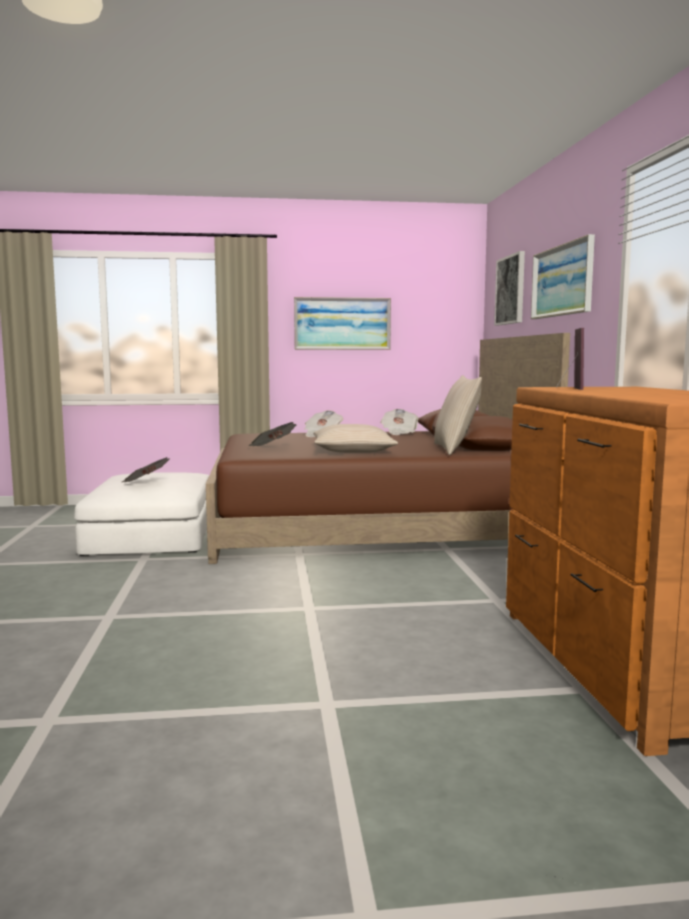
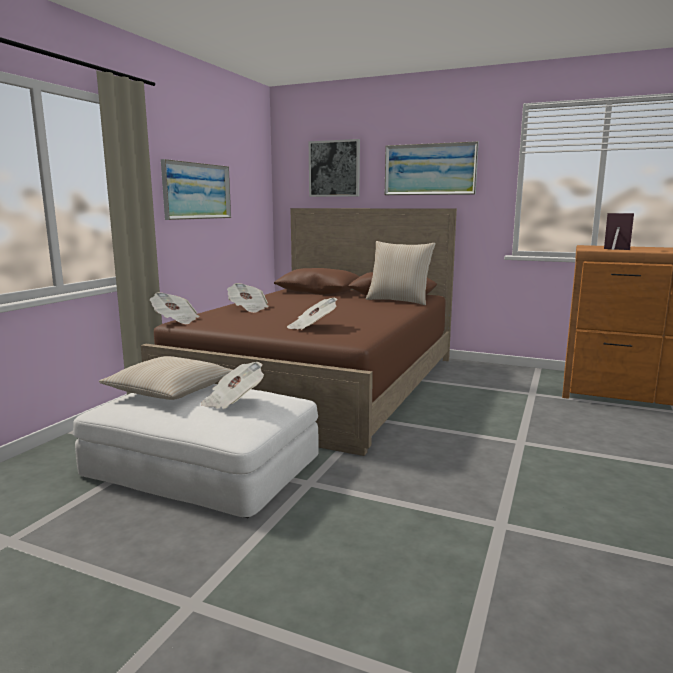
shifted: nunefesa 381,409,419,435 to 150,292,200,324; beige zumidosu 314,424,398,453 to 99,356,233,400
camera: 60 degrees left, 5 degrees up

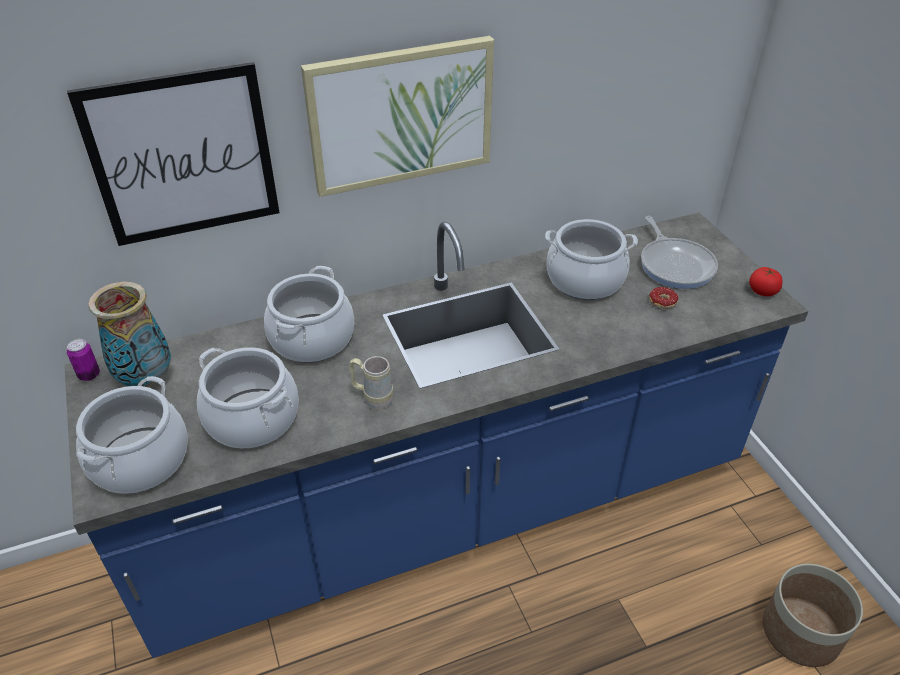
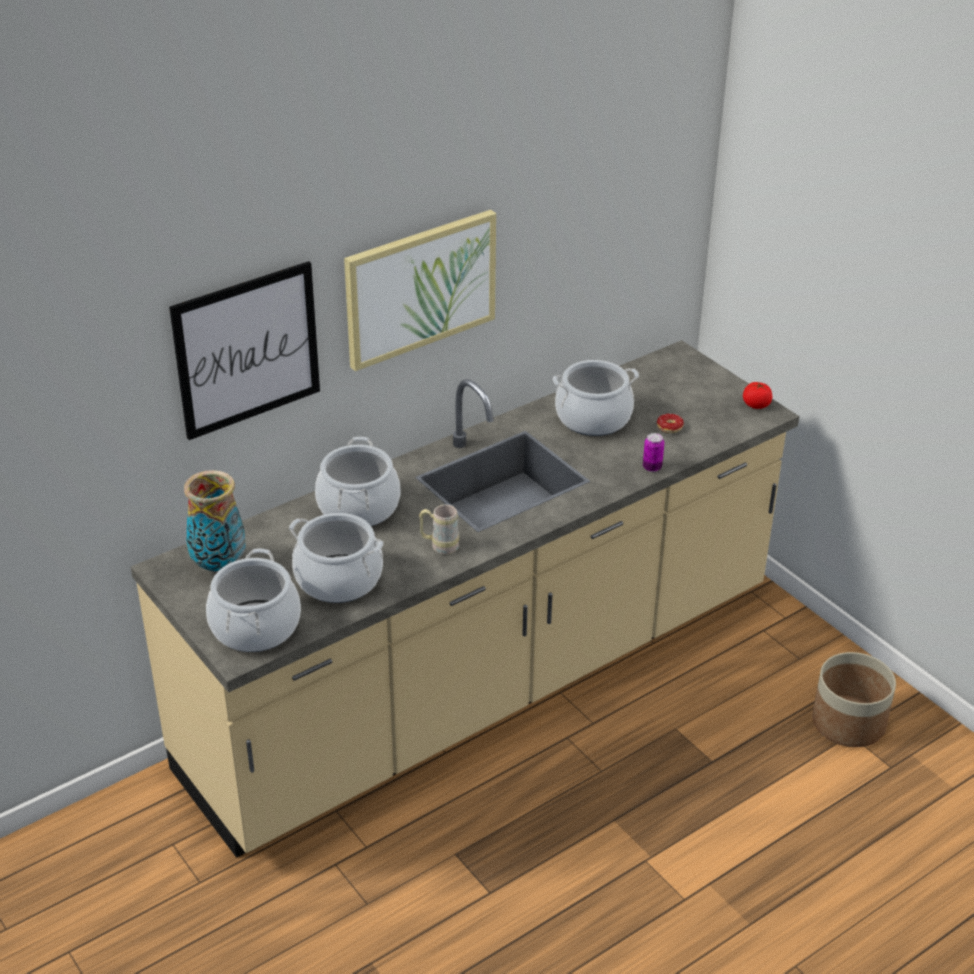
gone: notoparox 641,216,718,289
shifted: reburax 67,339,100,381 to 643,433,664,472
repainted: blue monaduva 64,213,808,658 to beige monaduva 131,340,799,858
camera: 15 degrees left, 5 degrees down

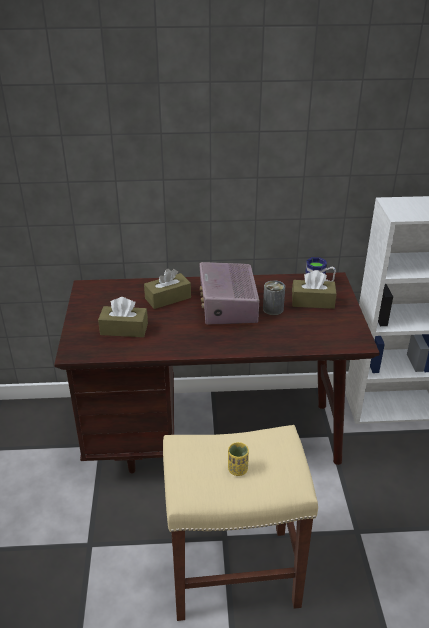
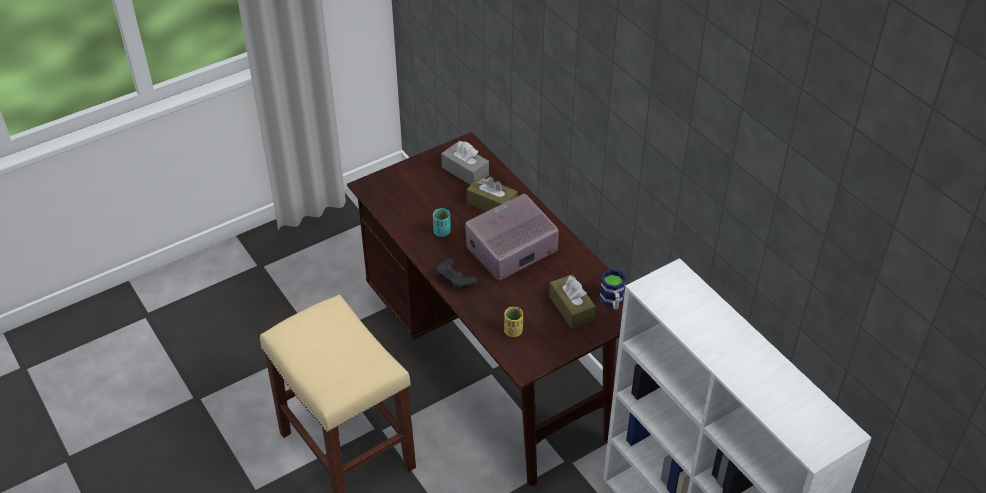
gone: reburax 263,280,285,315; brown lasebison 98,297,148,337
new: grey lasebison 441,141,489,185; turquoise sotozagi 433,208,451,237; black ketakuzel 436,259,477,290
shifted: yellow sotozagi 228,442,249,476 to 504,307,523,337
camera: 60 degrees right, 10 degrees up

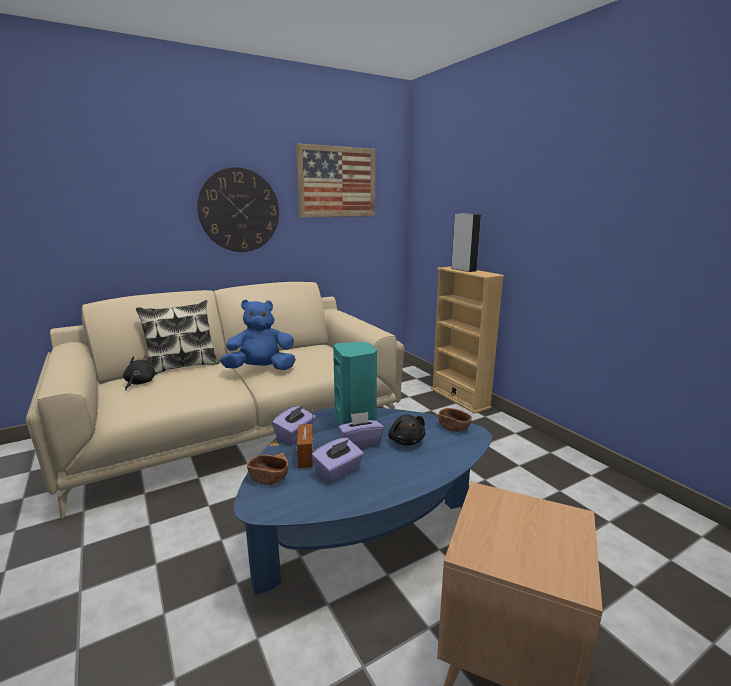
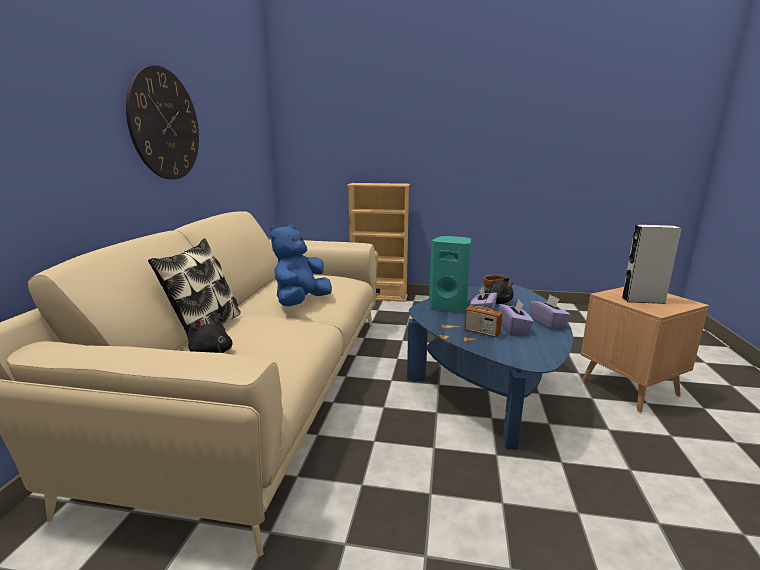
gone: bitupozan 296,143,375,218; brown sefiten 247,454,288,485
shifted: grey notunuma 451,214,481,272 to 621,225,682,304; purple lasebison 272,406,316,444 to 530,295,571,329
camera: 50 degrees left, 0 degrees up

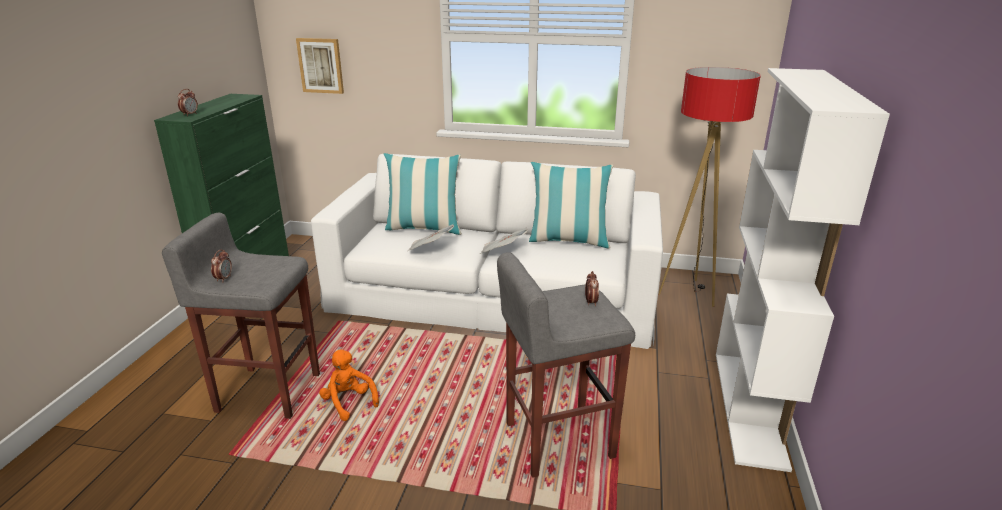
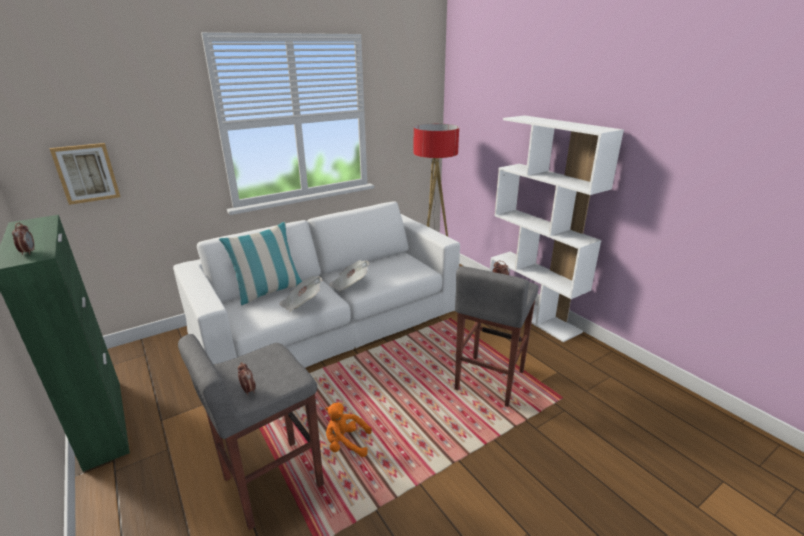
gone: zumidosu 529,162,613,248
camera: 45 degrees left, 0 degrees up

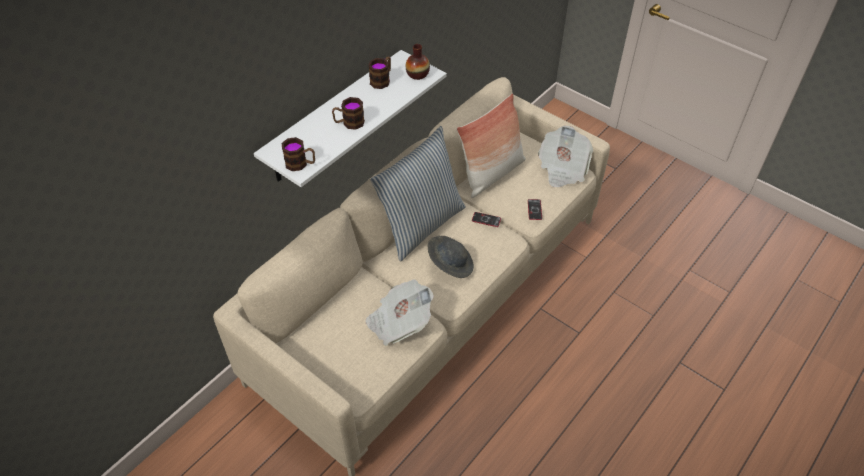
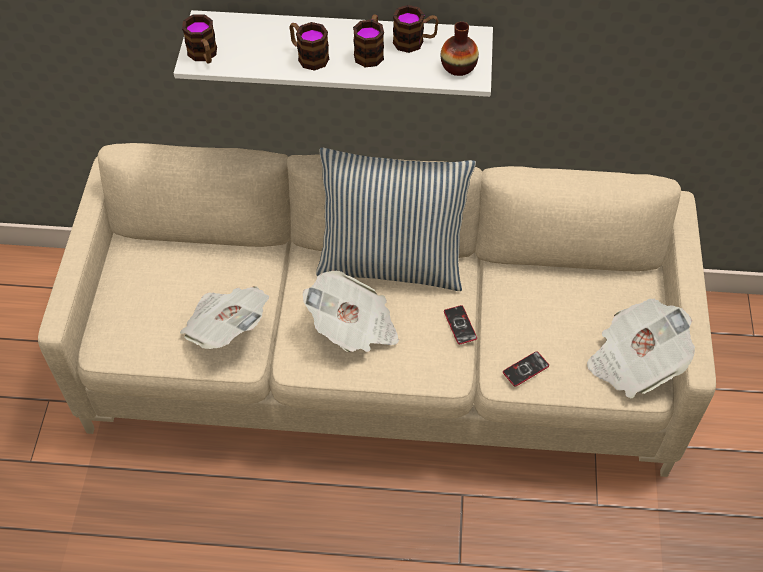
gone: zumidosu 456,94,526,198
new: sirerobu 353,14,384,67
swapped: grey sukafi 428,236,474,278 to nunefesa 303,270,399,353
camera: 55 degrees right, 5 degrees up

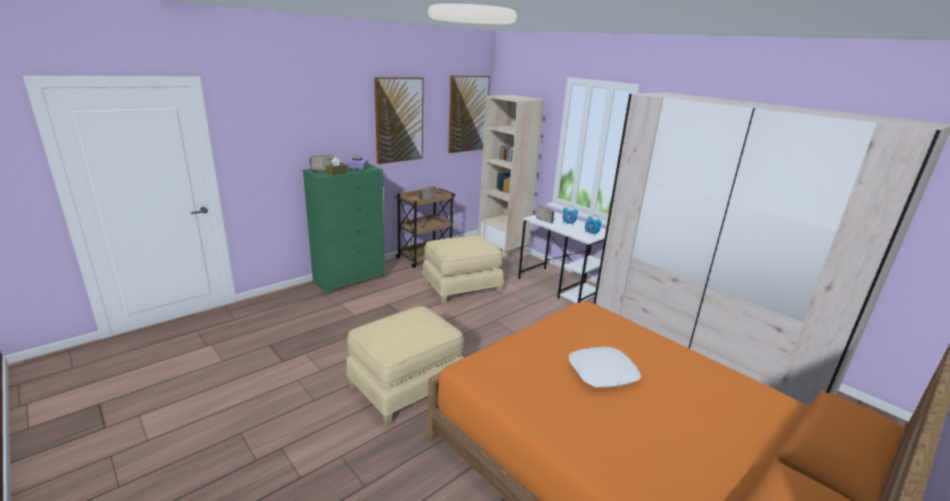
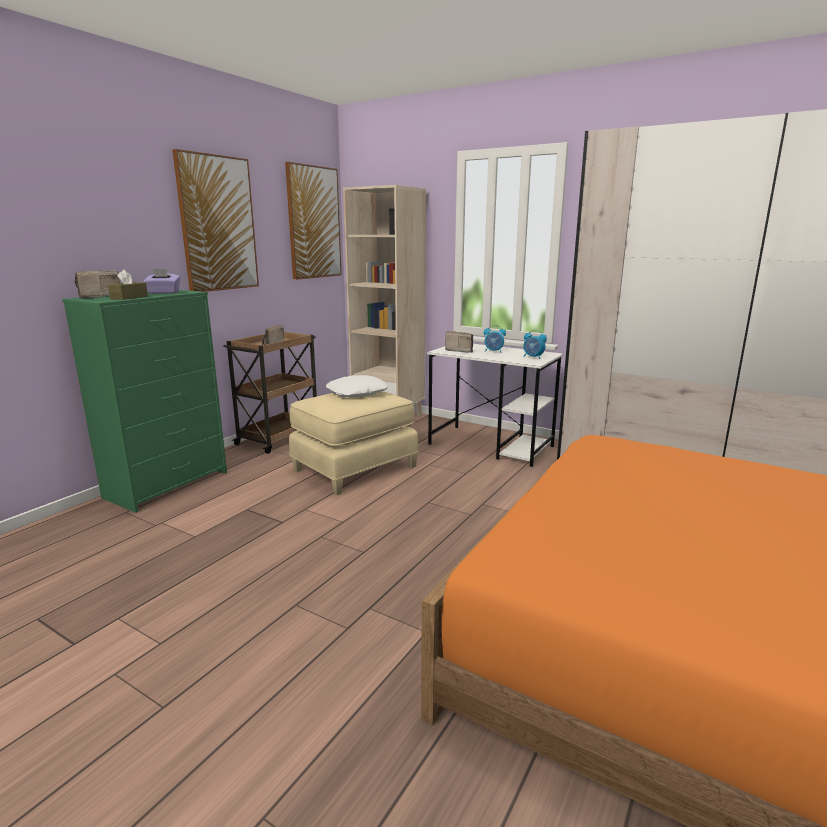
gone: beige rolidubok 346,306,464,427
shifted: white zumidosu 569,347,641,387 to 326,375,388,397
camera: 15 degrees left, 5 degrees down

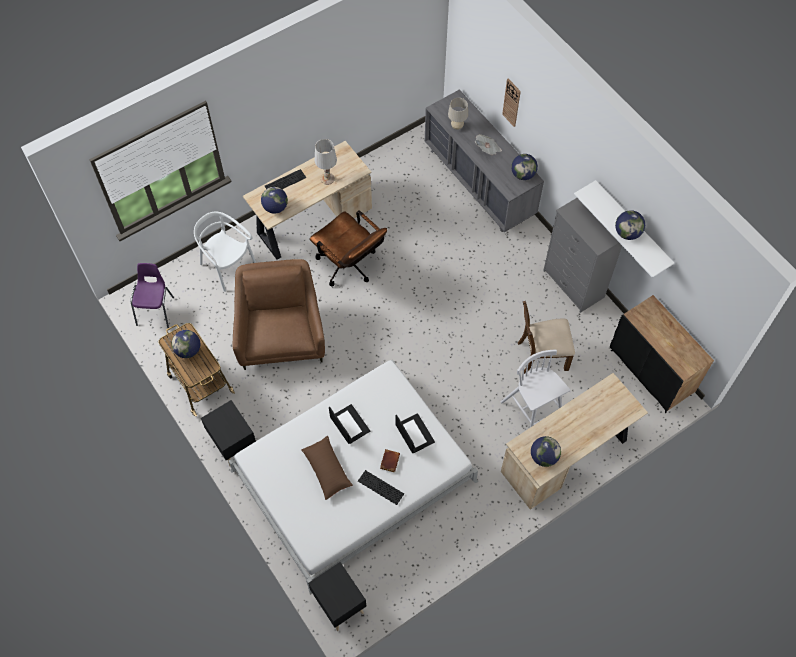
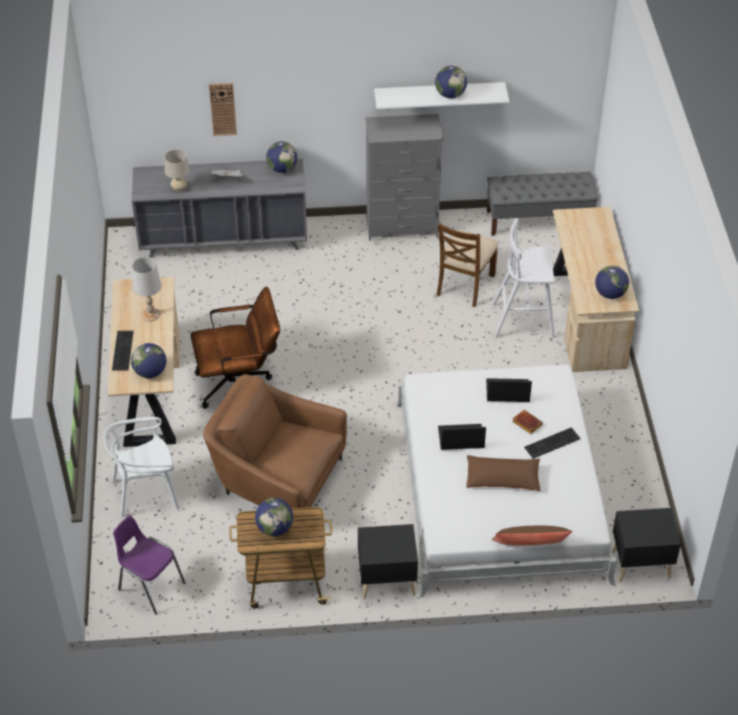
new: brown zumidosu 492,526,573,546
swapped: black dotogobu 610,295,714,413 to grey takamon 487,172,598,236
camera: 60 degrees left, 15 degrees down

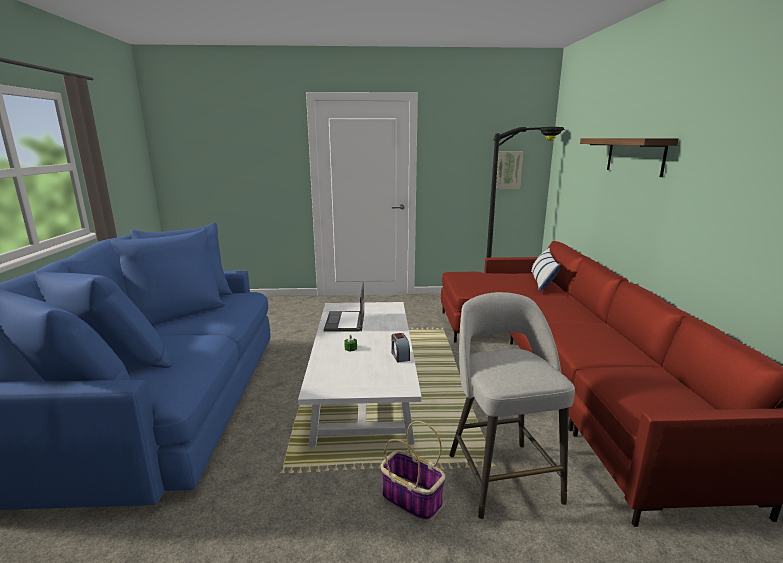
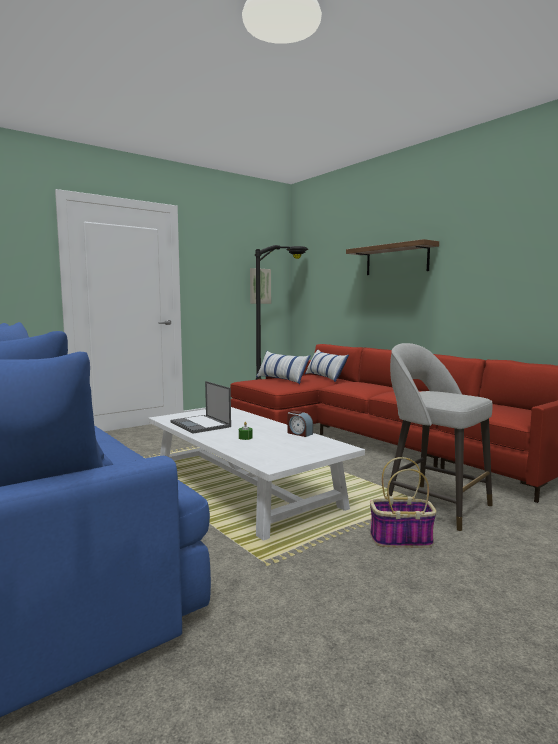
new: zumidosu 256,351,311,384
camera: 35 degrees left, 10 degrees down

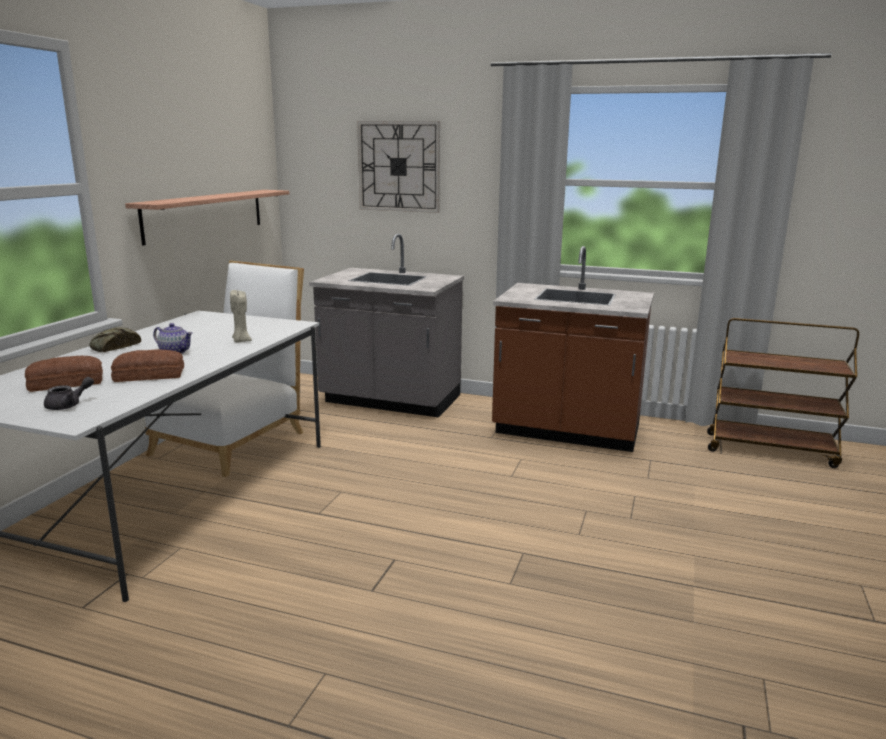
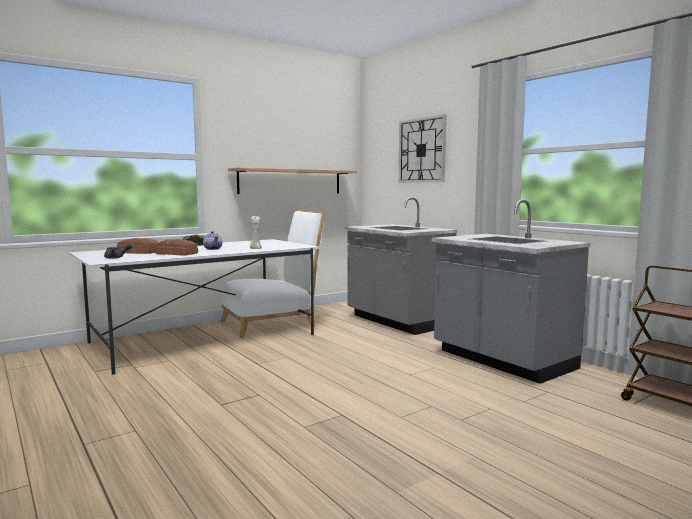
repainted: brown monaduva 492,246,654,452 to grey monaduva 432,200,591,384
camera: 35 degrees right, 10 degrees down

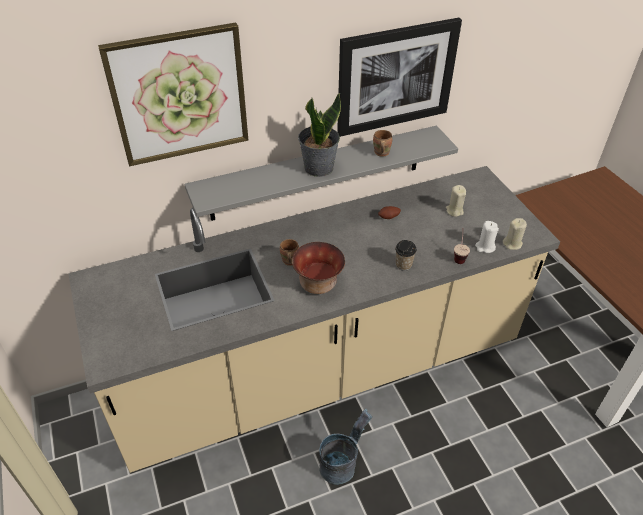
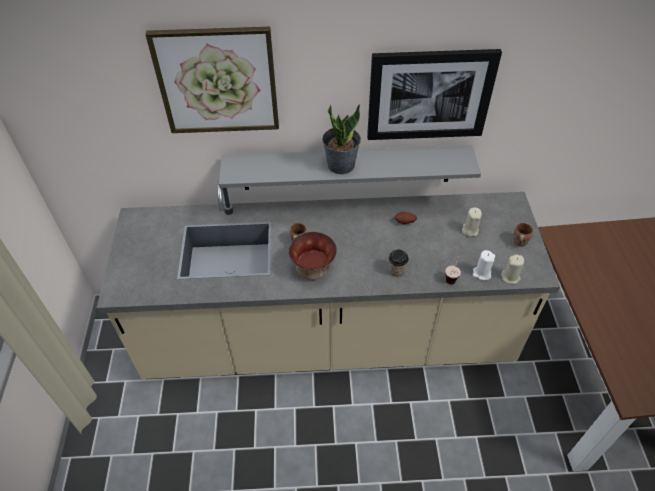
gone: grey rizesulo 319,409,372,485
shifted: brown sirerobu 373,130,392,157 to 513,223,533,247
camera: 20 degrees right, 5 degrees up

